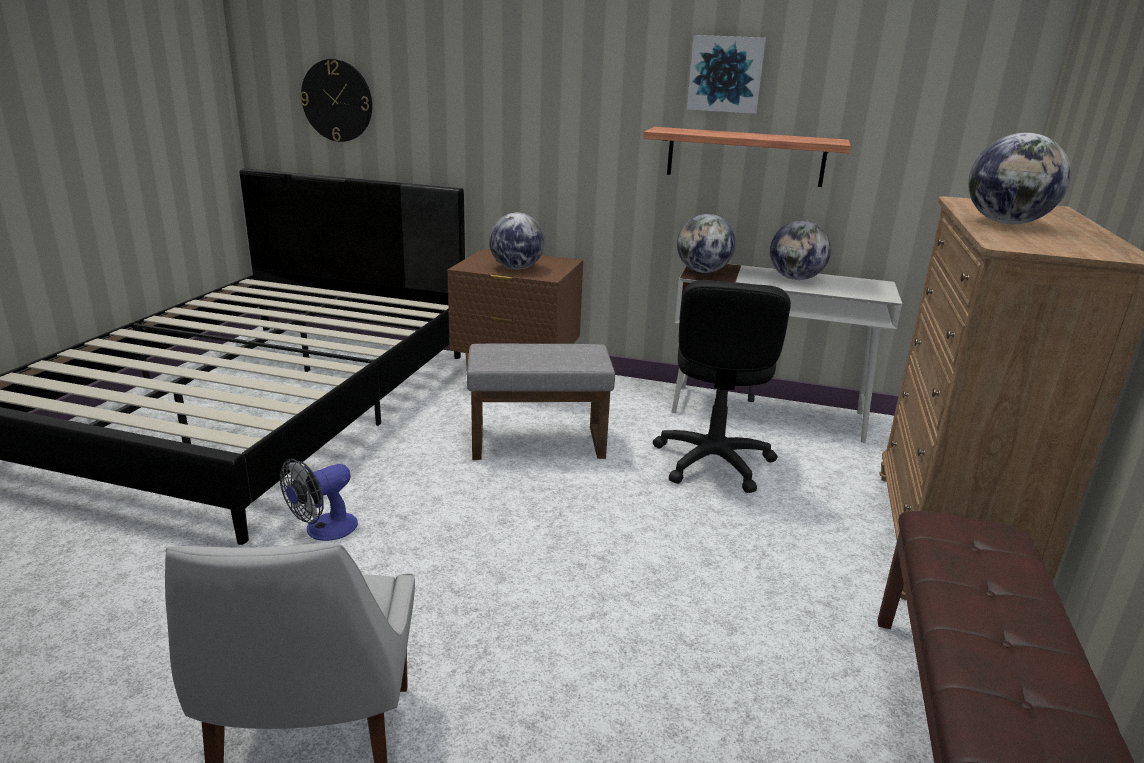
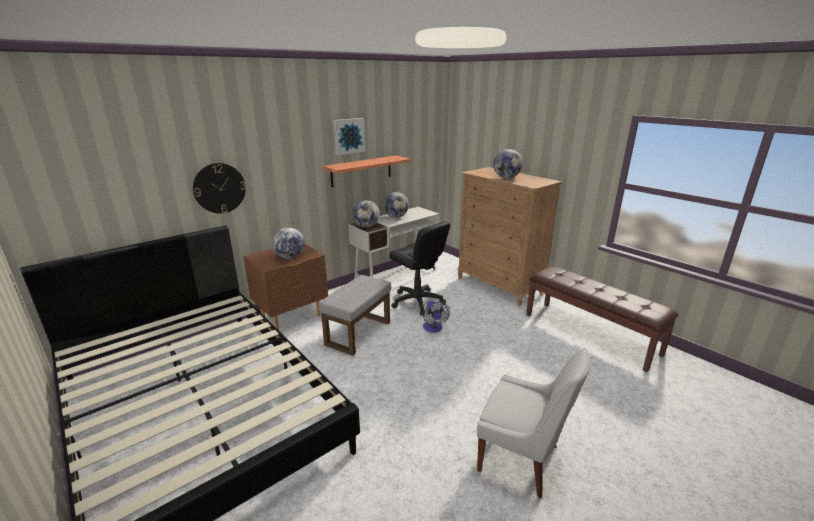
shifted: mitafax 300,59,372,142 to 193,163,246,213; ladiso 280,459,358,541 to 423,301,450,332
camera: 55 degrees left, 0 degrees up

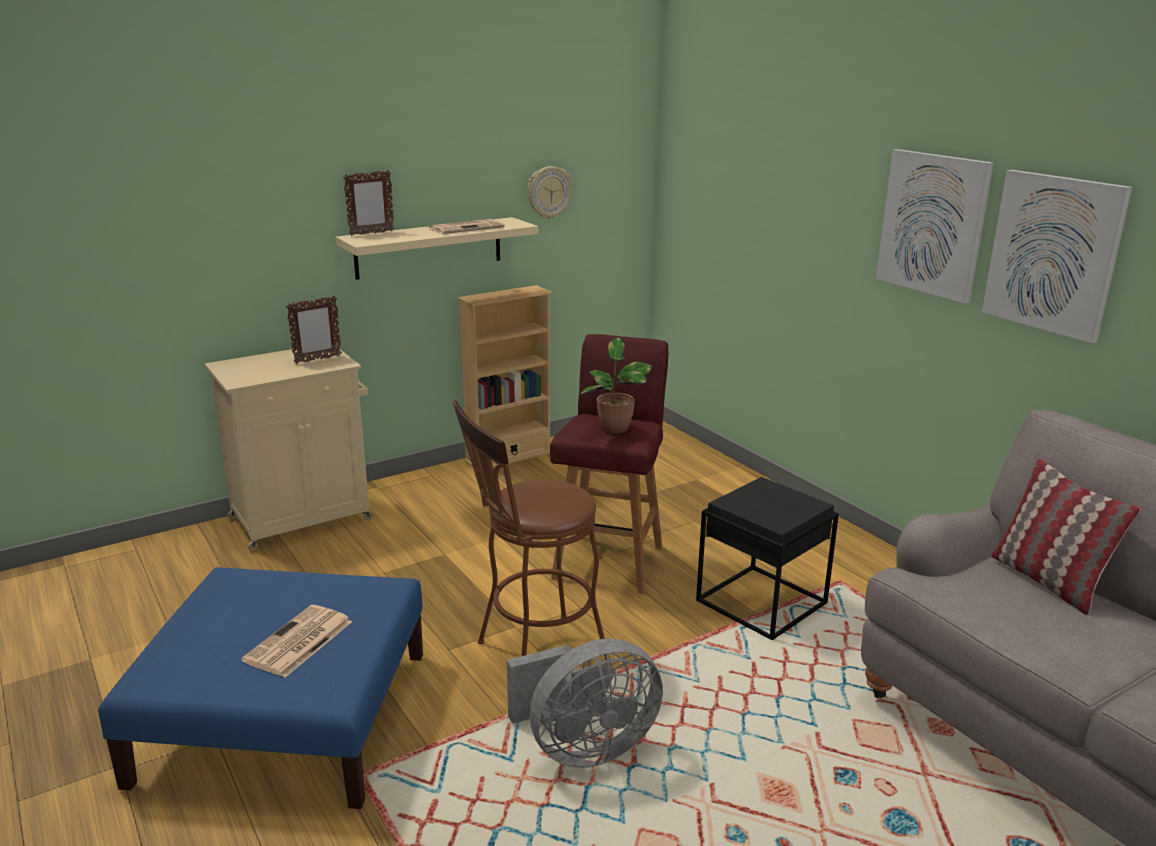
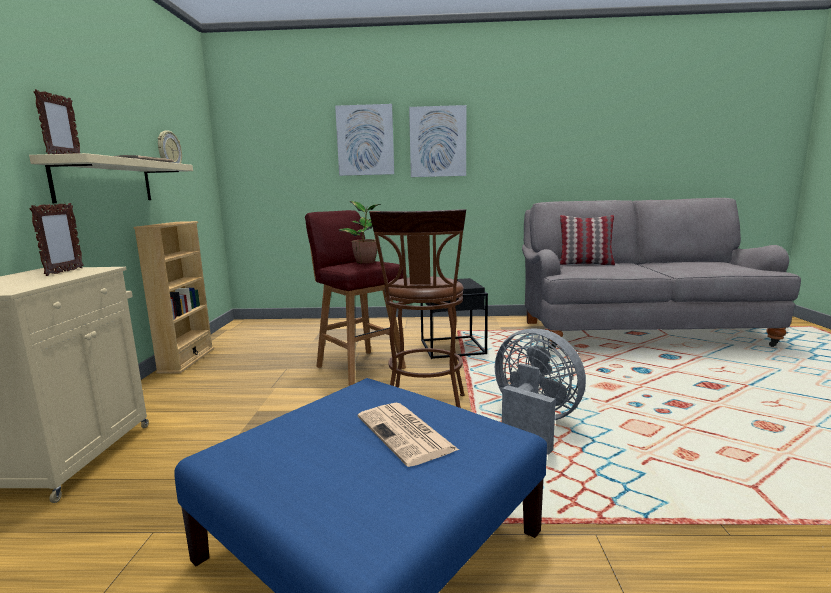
shifted: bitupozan 982,170,1132,343 to 335,104,394,176
rotated: grey ladiso 507,639,663,768 = 495,328,586,455 60 degrees counterclockwise
camera: 55 degrees left, 10 degrees down

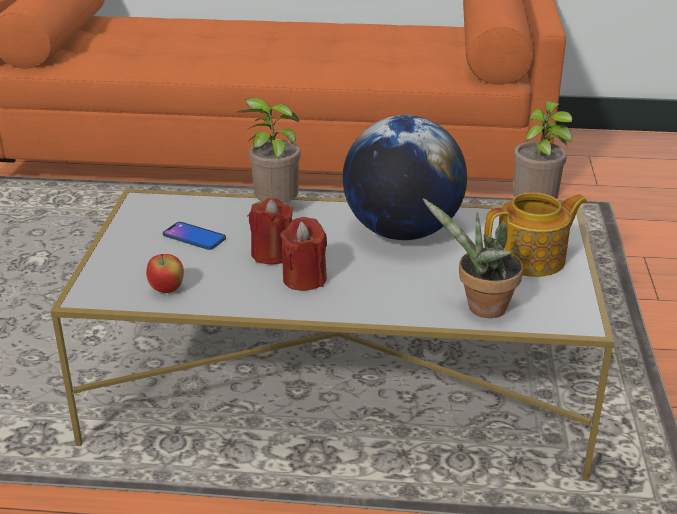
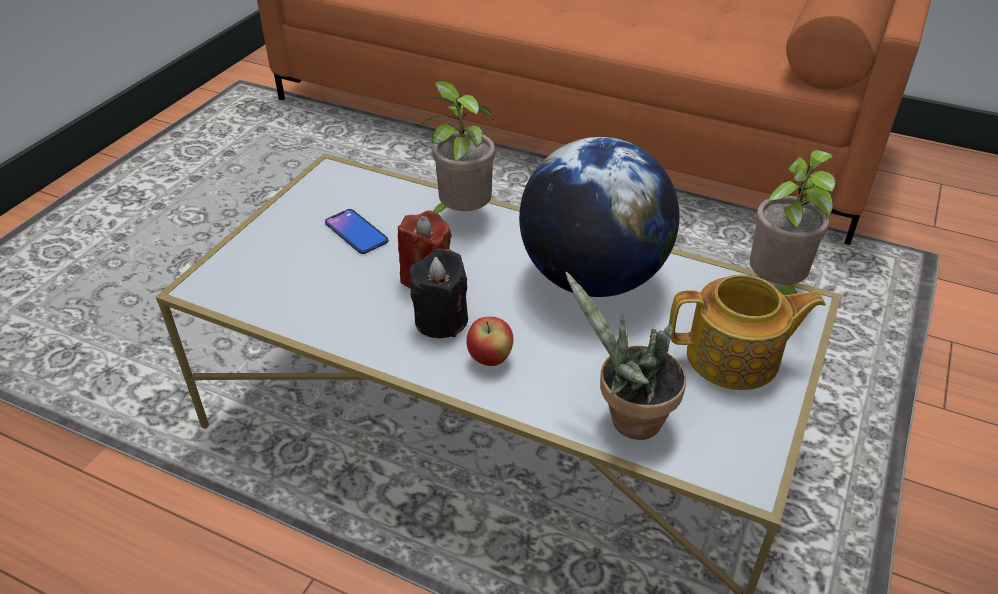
shifted: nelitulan 146,254,184,293 to 466,317,513,366
repainted: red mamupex 280,217,327,291 to black mamupex 409,249,468,338
camera: 20 degrees right, 10 degrees up

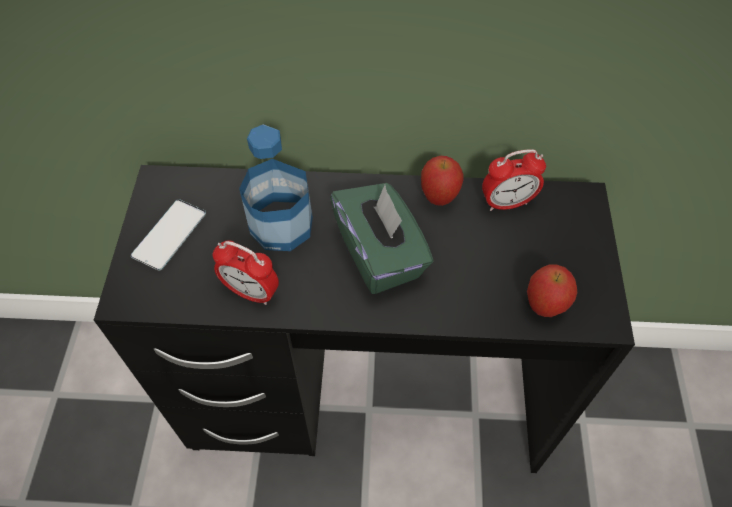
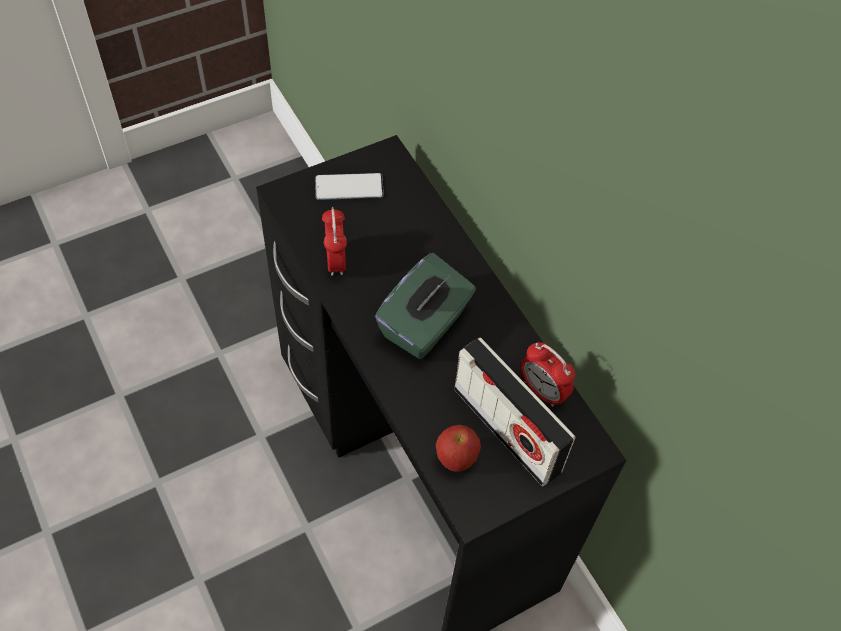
gone: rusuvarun 239,124,313,251; nelitulan 421,156,464,206
new: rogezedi 454,338,576,486
camera: 55 degrees right, 0 degrees up

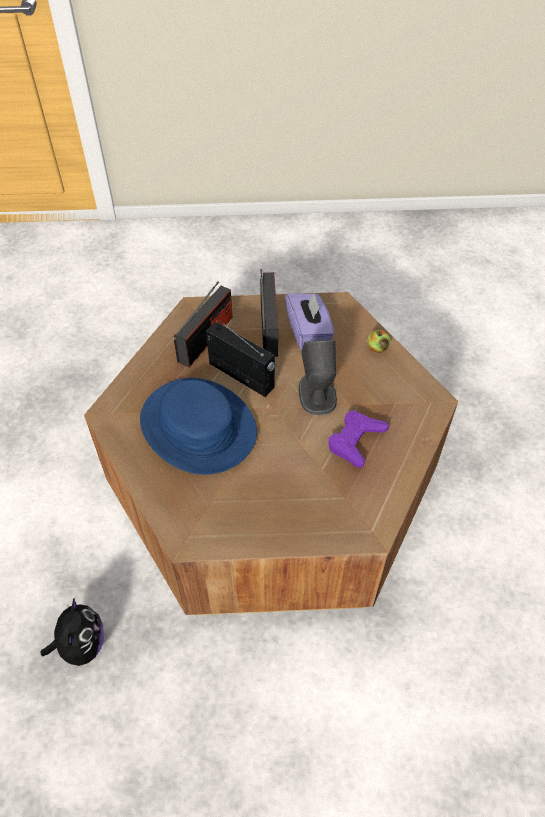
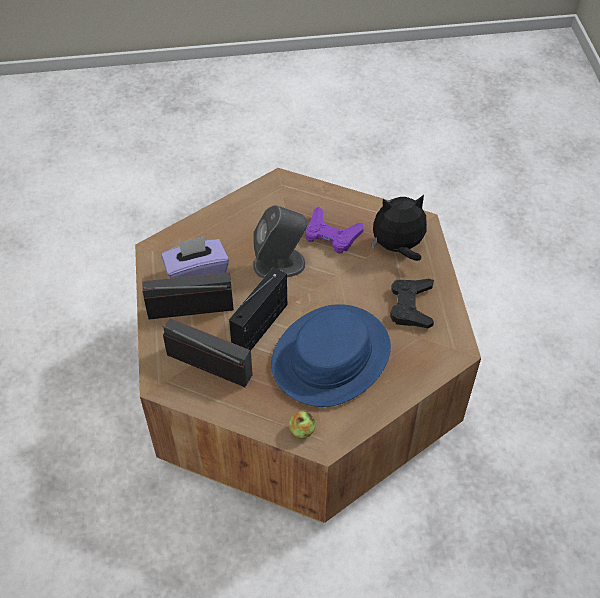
new: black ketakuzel 390,279,434,328
shifted: nelitulan 367,330,390,353 to 289,411,315,439; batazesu 40,598,104,666 to 372,195,427,261
camera: 95 degrees left, 0 degrees up

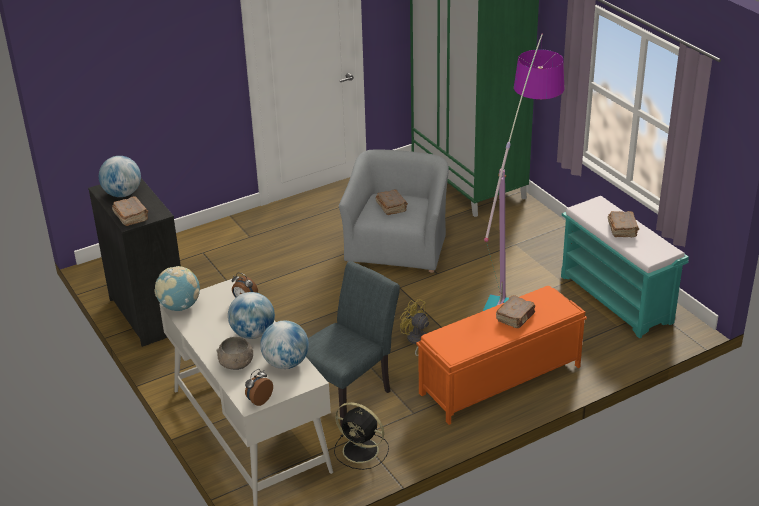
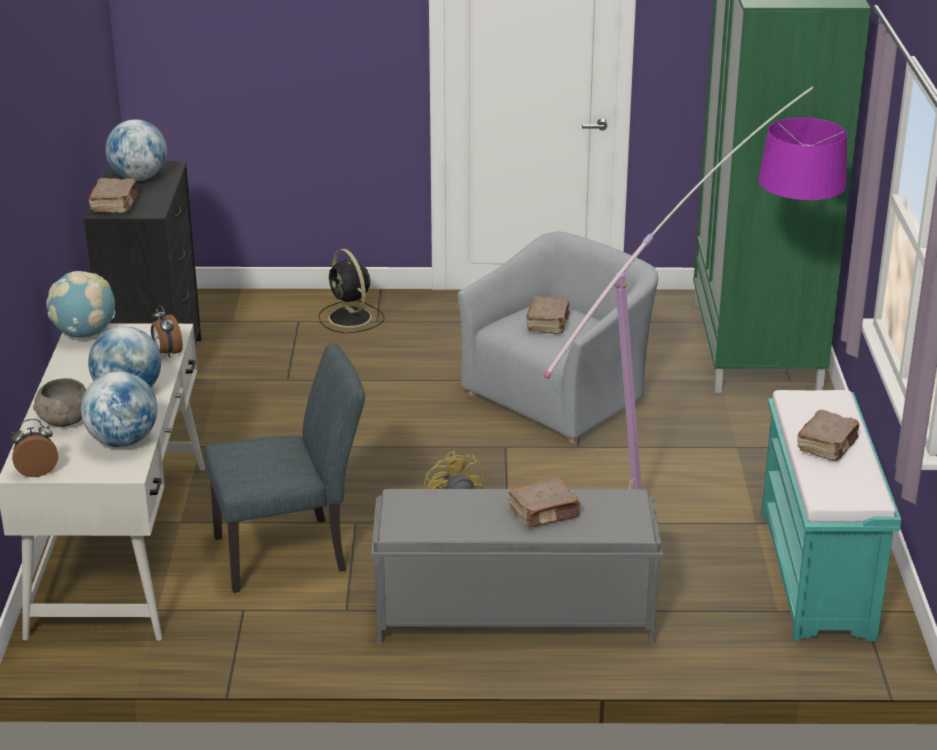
shifted: black ladiso 334,402,389,470 to 318,249,385,333
repainted: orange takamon 416,286,587,425 to grey takamon 371,489,663,645
camera: 30 degrees right, 5 degrees down

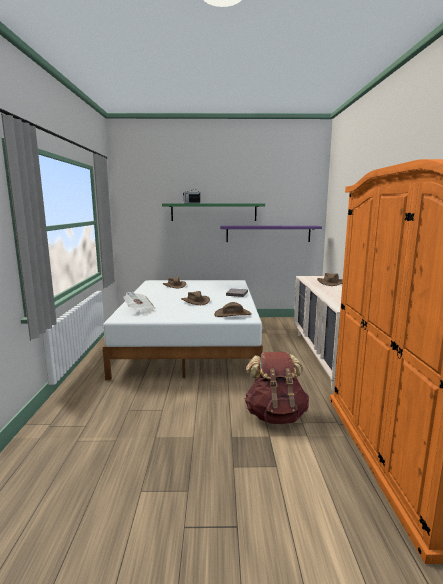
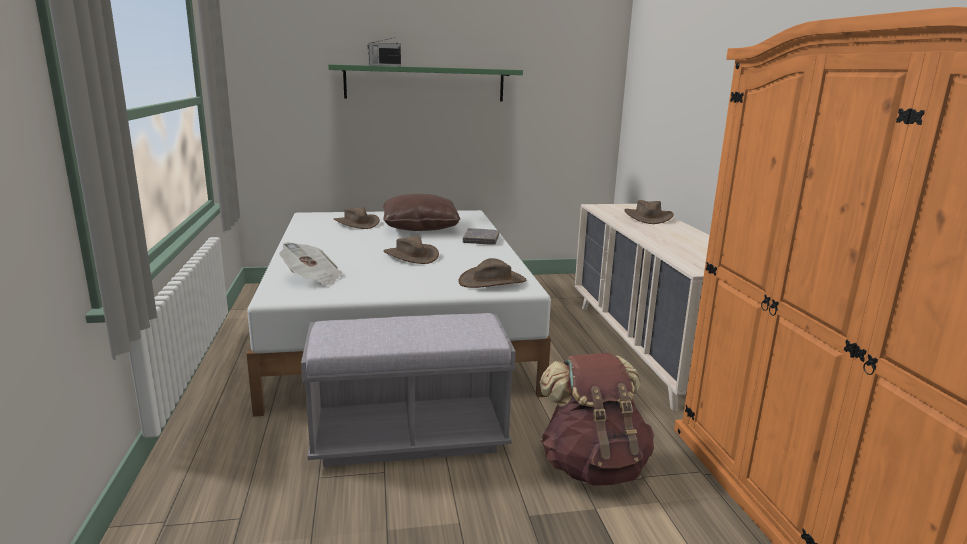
gone: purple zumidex 220,225,322,242
new: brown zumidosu 383,194,460,231; grey takamon 301,313,516,467
camera: 10 degrees left, 5 degrees up

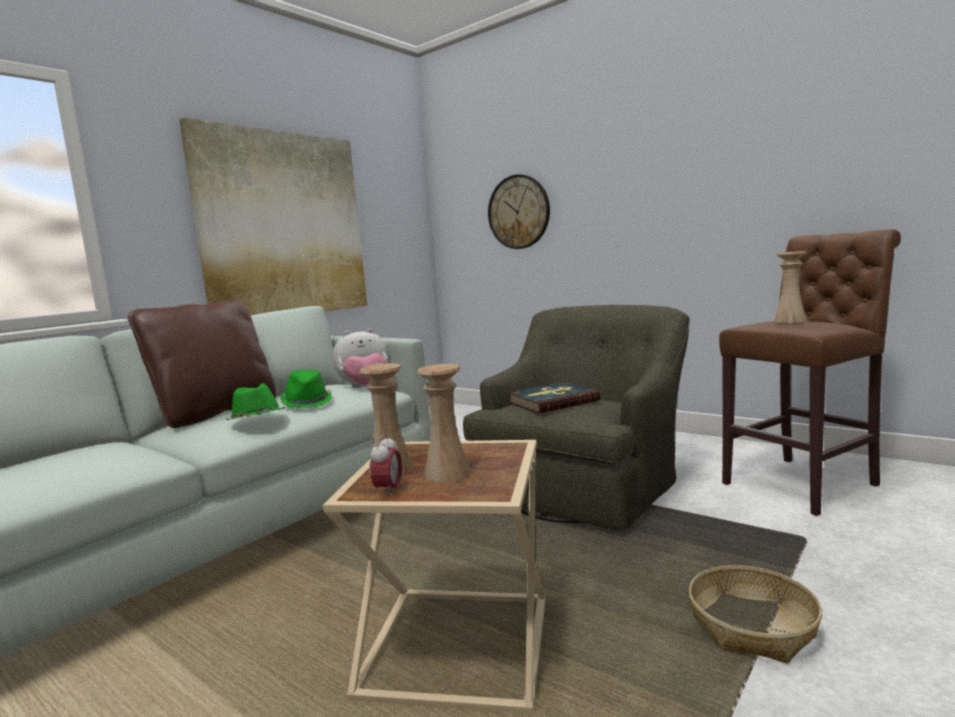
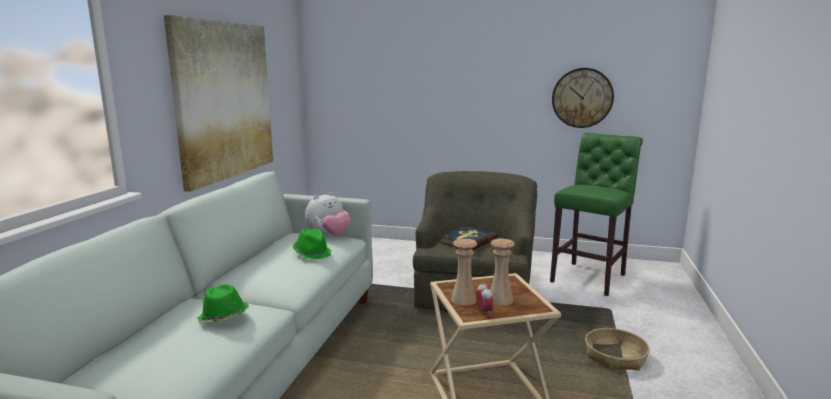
gone: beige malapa 774,251,807,323; brown zumidosu 128,299,276,428
shifted: mitafax 488,174,550,249 to 552,68,614,128; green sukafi 225,383,284,420 to 197,284,249,322
repainted: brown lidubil 719,229,901,516 to green lidubil 550,133,643,296
camera: 25 degrees left, 5 degrees up

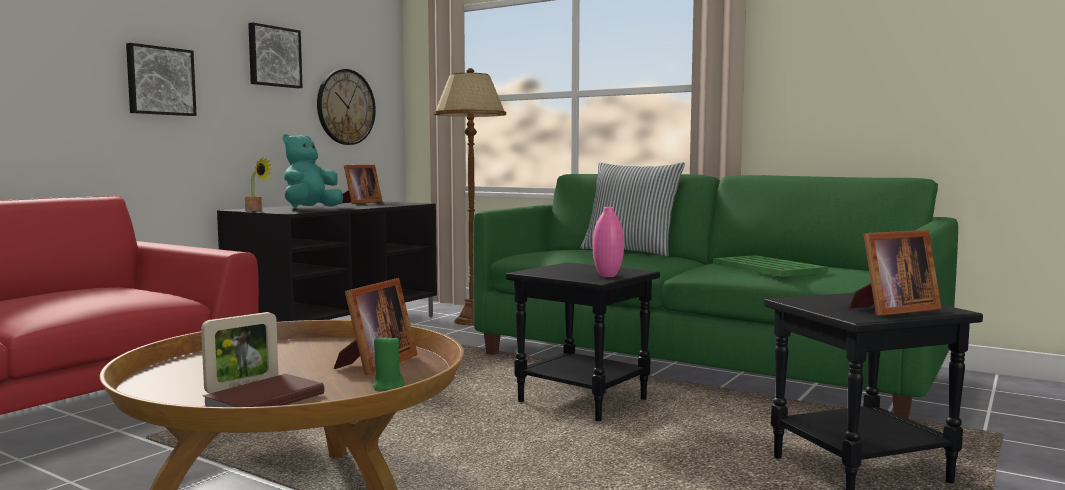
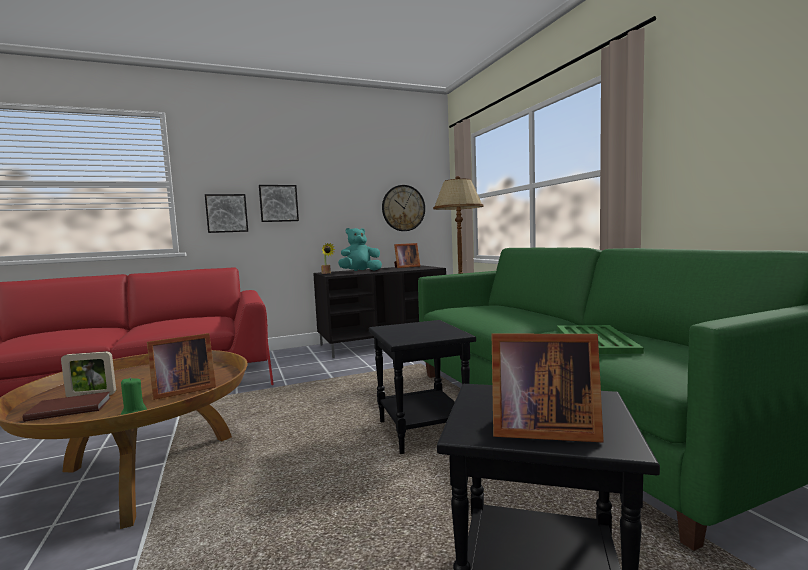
gone: zumidosu 581,162,685,257; pink malapa 593,207,624,277
shifted: bitupozan 248,23,303,88 to 205,194,248,233
camera: 35 degrees right, 0 degrees up

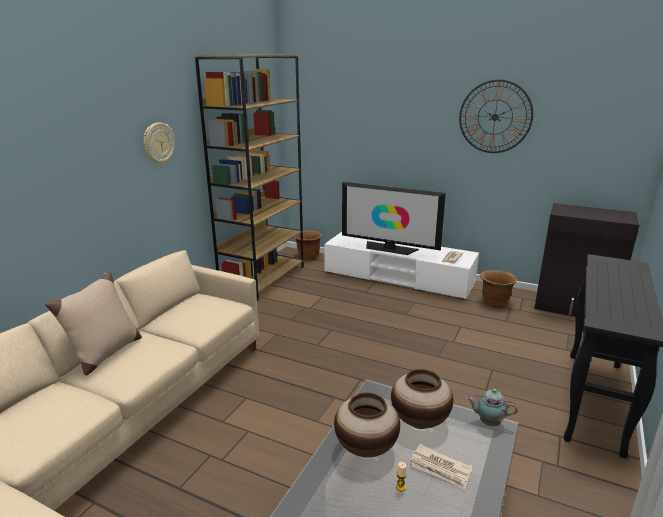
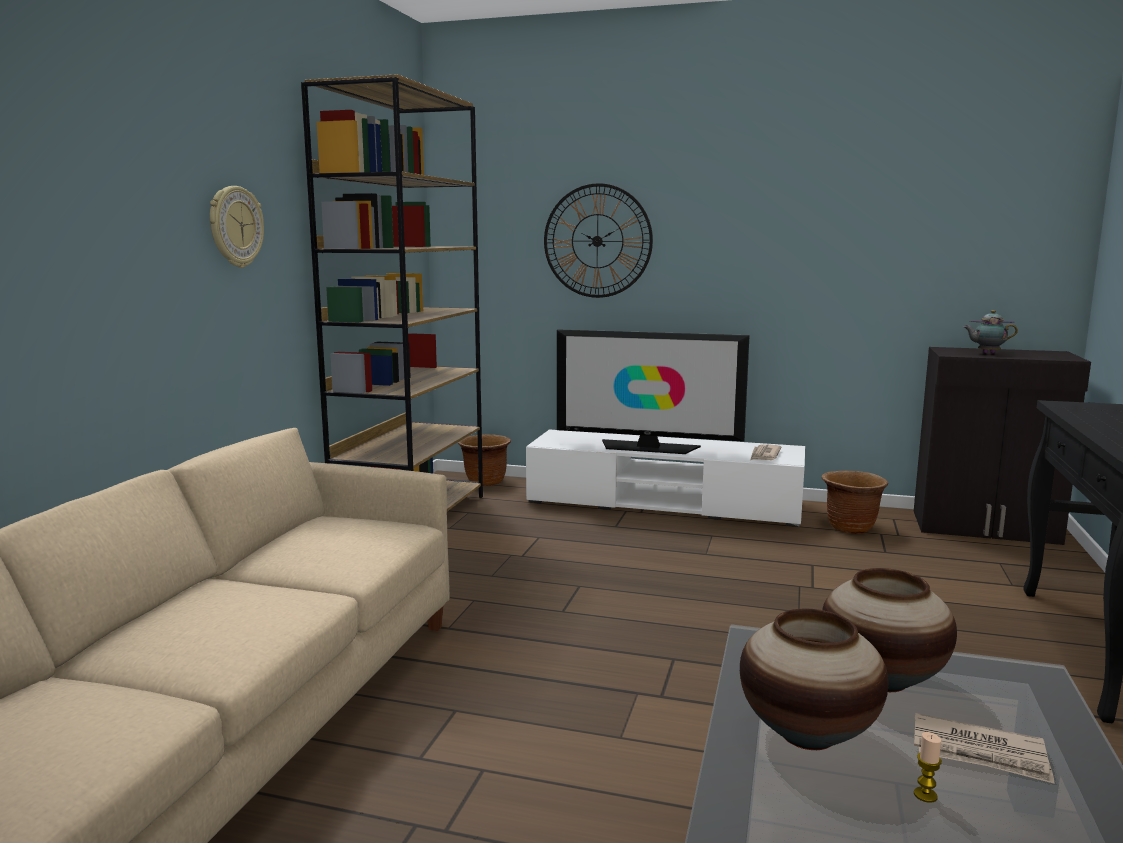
gone: beige zumidosu 45,271,142,375
shifted: mitafax 459,79,533,153 to 544,183,653,298; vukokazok 466,389,518,426 to 964,310,1018,353
camera: 10 degrees left, 10 degrees down

